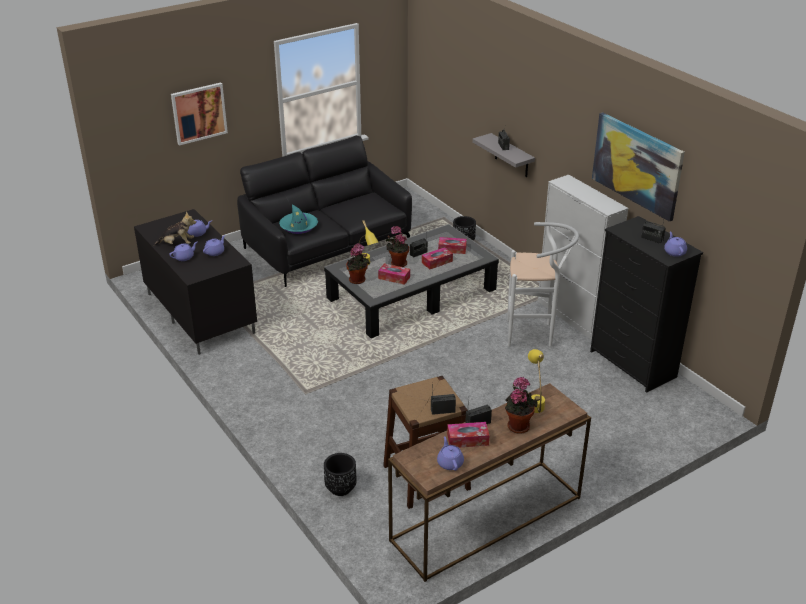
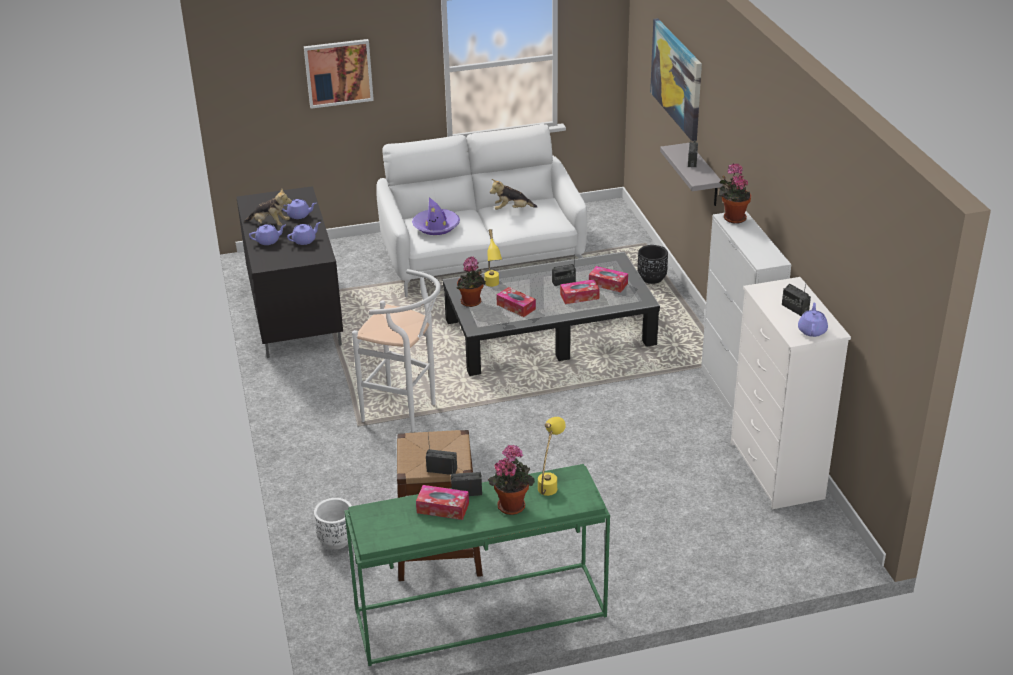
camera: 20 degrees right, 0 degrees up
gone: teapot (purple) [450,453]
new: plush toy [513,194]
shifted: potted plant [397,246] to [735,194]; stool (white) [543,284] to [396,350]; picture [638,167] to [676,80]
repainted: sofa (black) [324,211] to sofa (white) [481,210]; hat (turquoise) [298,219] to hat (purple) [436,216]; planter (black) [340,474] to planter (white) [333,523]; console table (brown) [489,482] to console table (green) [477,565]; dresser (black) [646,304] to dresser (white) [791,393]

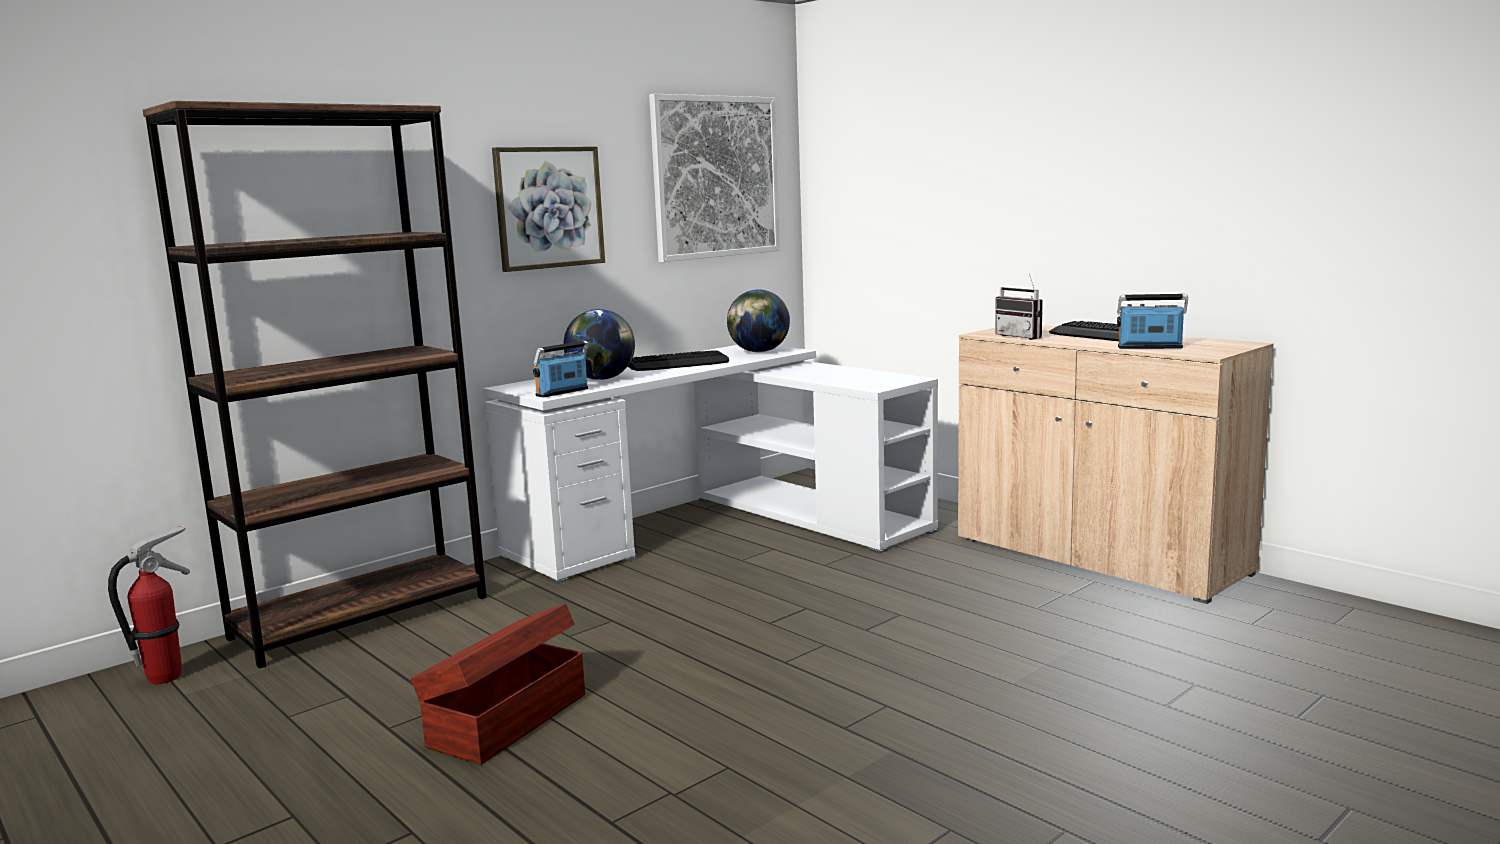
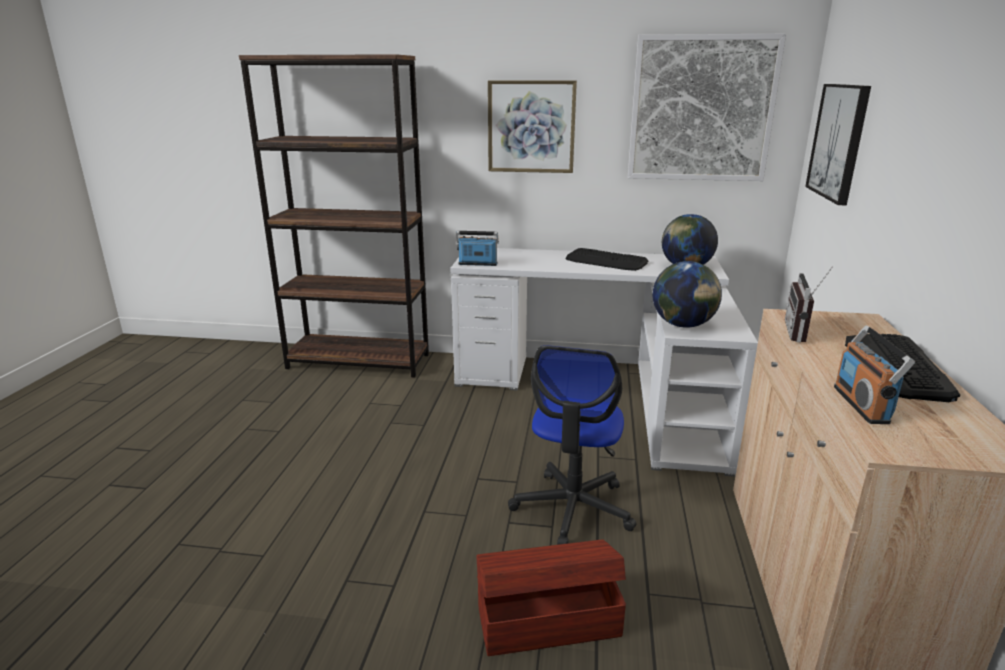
camera: 50 degrees right, 10 degrees up
gone: fire extinguisher [149,604]
new: office chair [572,445]; picture [838,144]
shifted: storage box (brown) [498,684] to [551,597]; globe [599,344] to [687,294]
rotated: radio [1152,321] = [874,374] 150 degrees counterclockwise

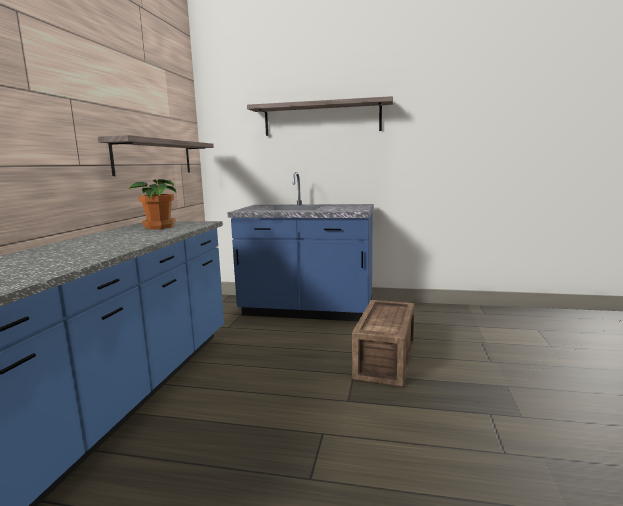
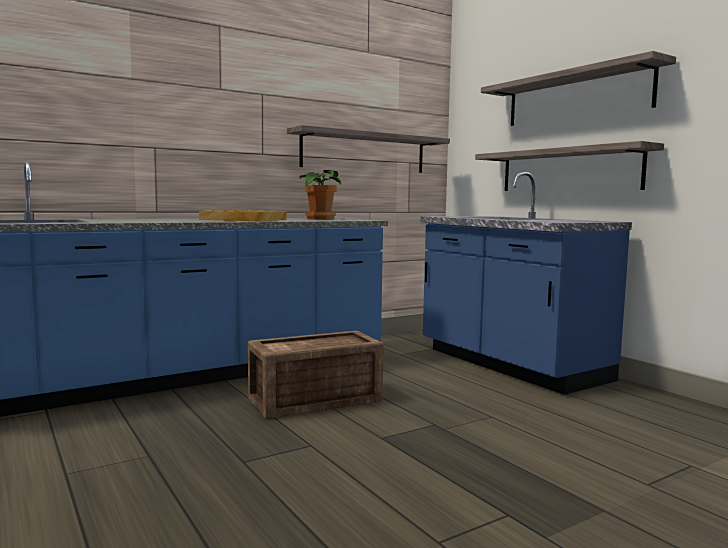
camera: 45 degrees right, 5 degrees down
new: tray (beige) [243,216]; shelf [569,166]
shifted: crate [383,343] to [316,375]

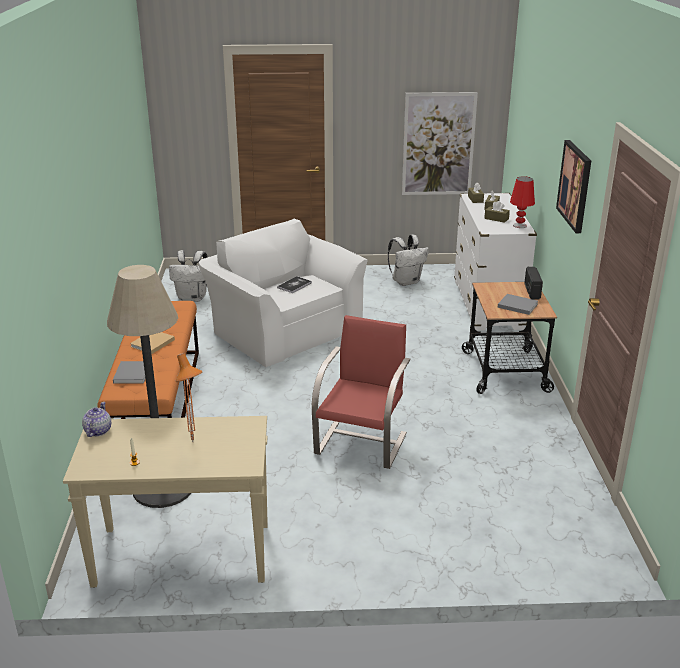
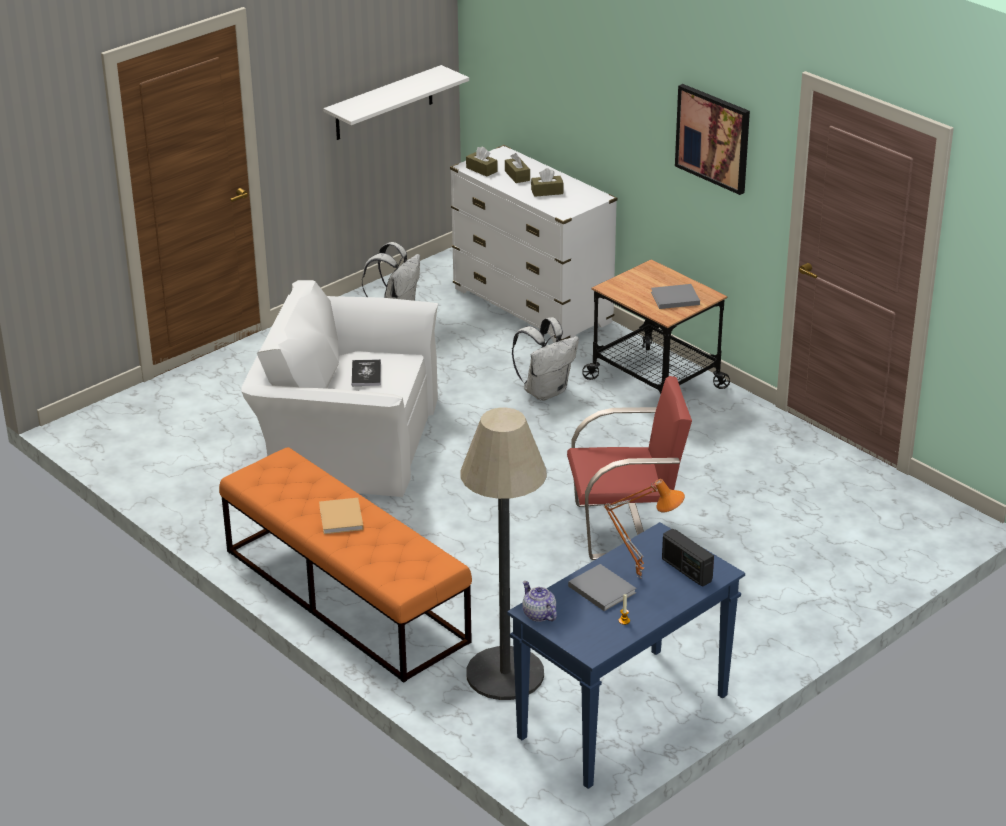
camera: 40 degrees left, 5 degrees up
gone: table lamp (red) [522,202]
shifted: book (grey) [129,372] to [602,587]; backpack (white) [188,276] to [545,359]; radio [533,283] to [688,558]
swapped: picture [440,143] to shelf (white) [396,102]
repainted: console table (beige) [165,502] to console table (blue) [626,655]
rotated: chair (red) [361,392] = [629,468] 105 degrees clockwise

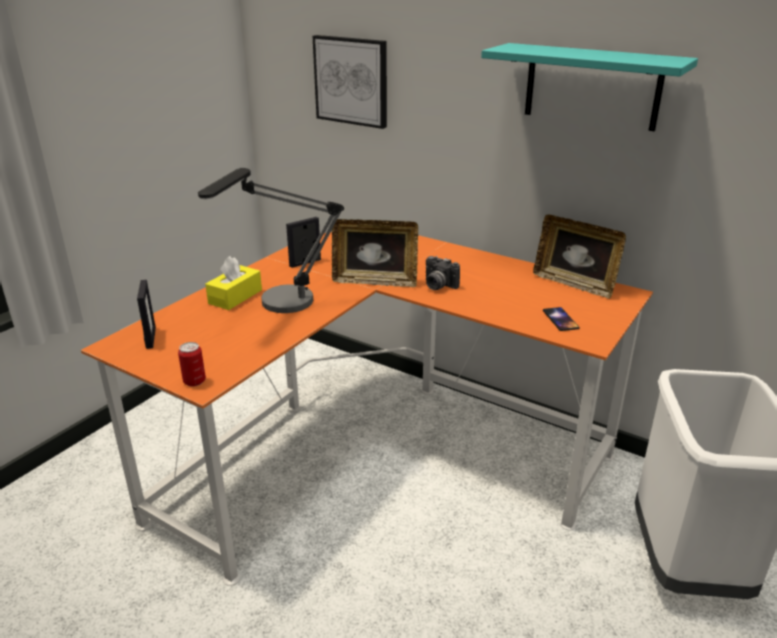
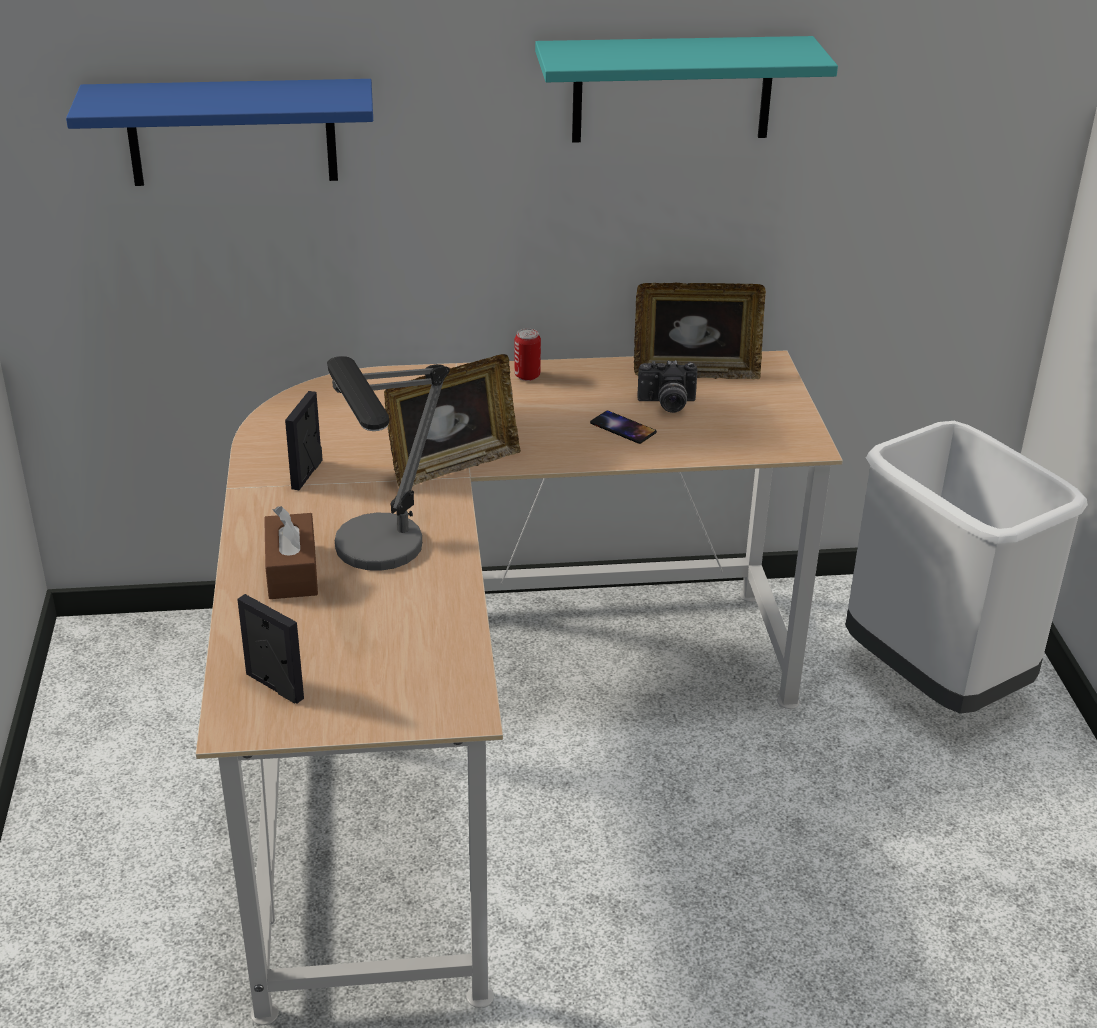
camera: 40 degrees left, 5 degrees up
shifted: can [192,364] to [527,355]; photo camera [443,273] to [668,386]; phone [561,319] to [623,427]
swapped: picture [350,82] to shelf (blue) [219,132]
repainted: desk (orange) [367,409] to desk (beige) [519,687]; tissue box (yellow) [233,283] to tissue box (brown) [291,552]

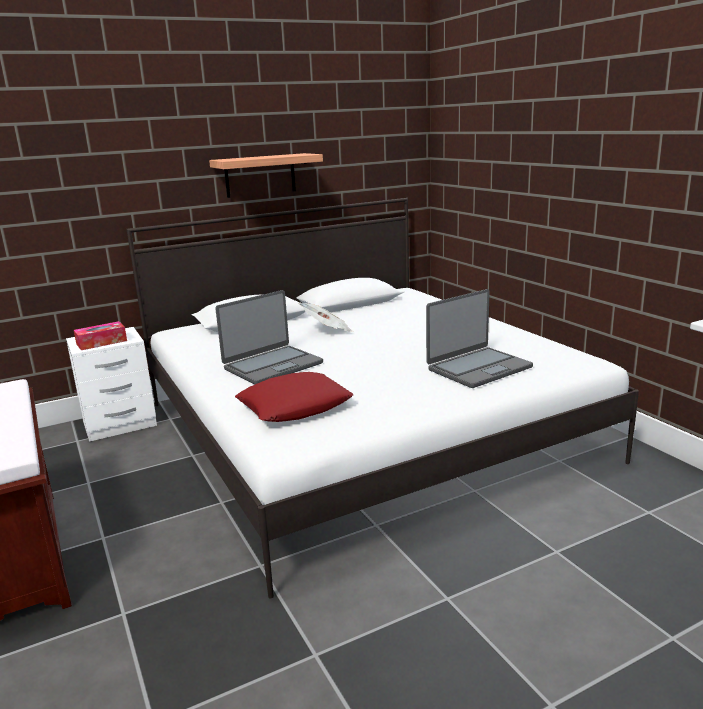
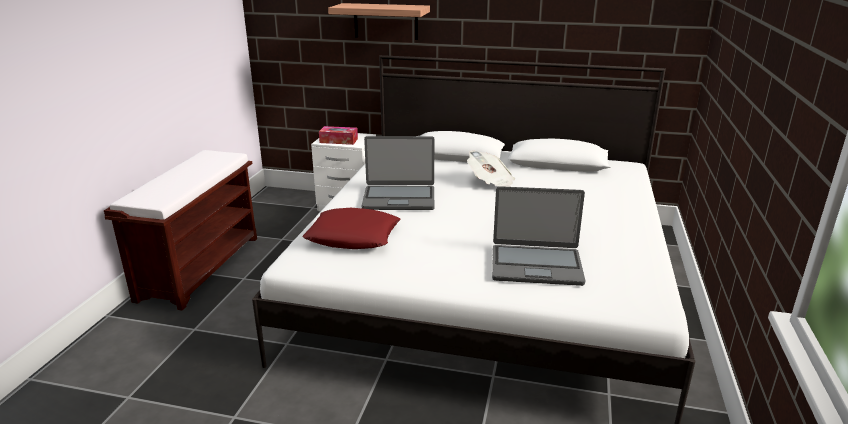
camera: 40 degrees right, 5 degrees up
shifted: shelf [266,175] to [379,21]

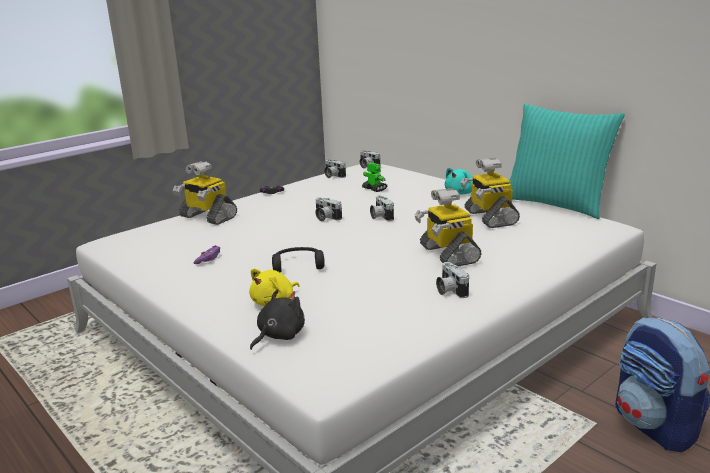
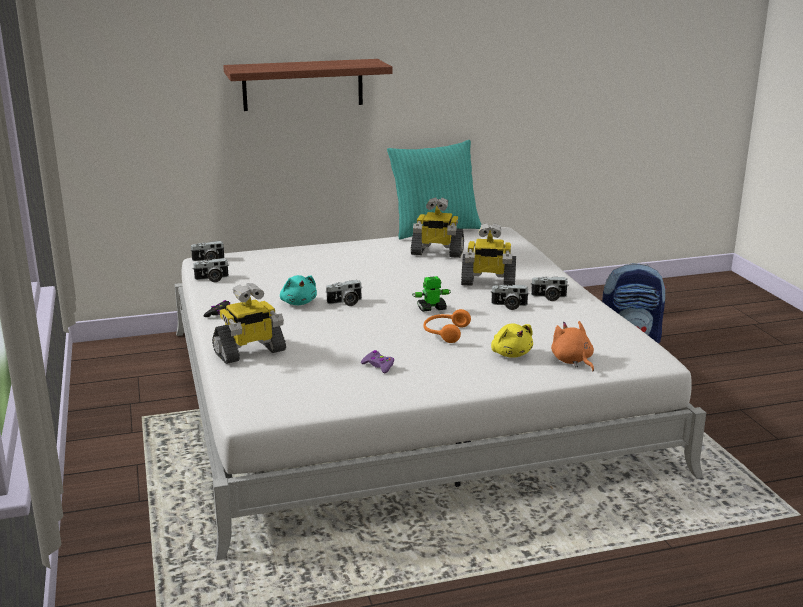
camera: 65 degrees left, 0 degrees up
new: shelf [307,85]
shifted: toy robot [374,177] to [431,294]; photo camera [382,208] to [509,297]; plush toy (turquoise) [458,181] to [298,290]
repainted: plush toy (black) [277,319] to plush toy (orange) [572,346]; headphones (black) [298,259] to headphones (orange) [447,326]

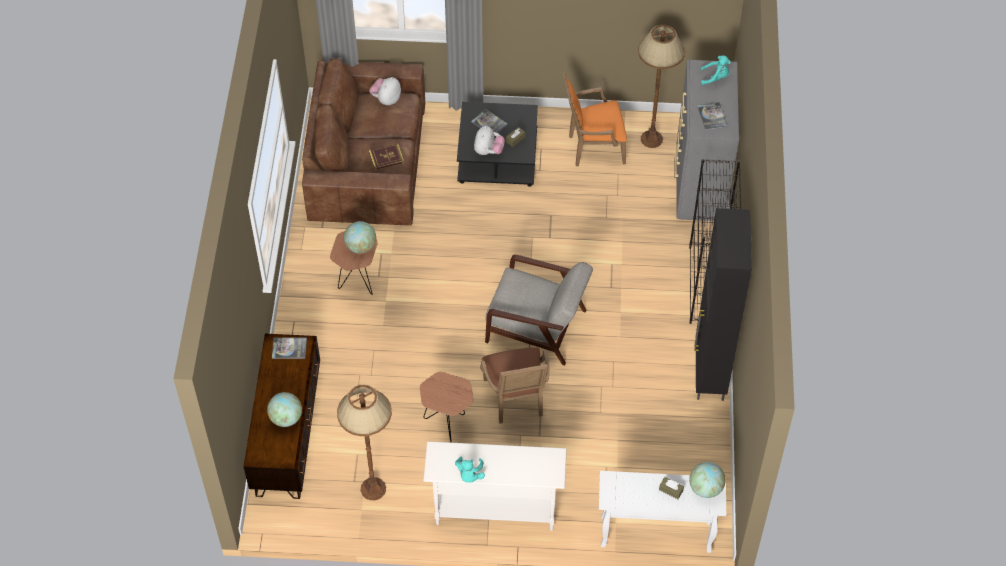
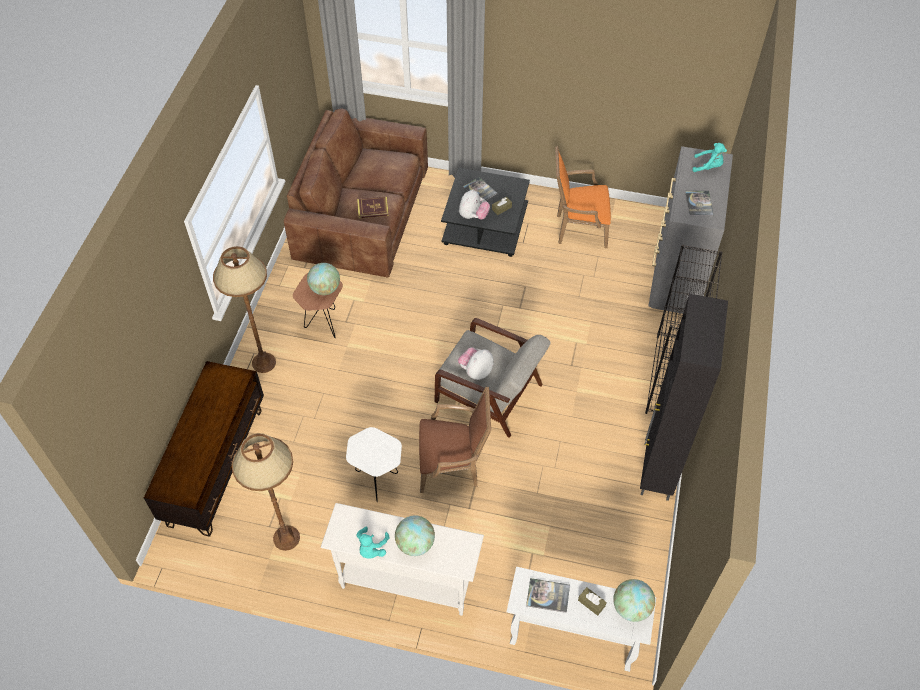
camera: 10 degrees right, 0 degrees up
shifted: globe [284,409] to [415,535]; book [289,348] to [548,595]; plush toy [385,91] to [476,364]; floor lamp (brown) [661,86] to [244,309]
repainted: side table (brown) [446,407] to side table (white) [374,464]
rotated: armchair (brown) [515,385] = [455,439] 90 degrees counterclockwise

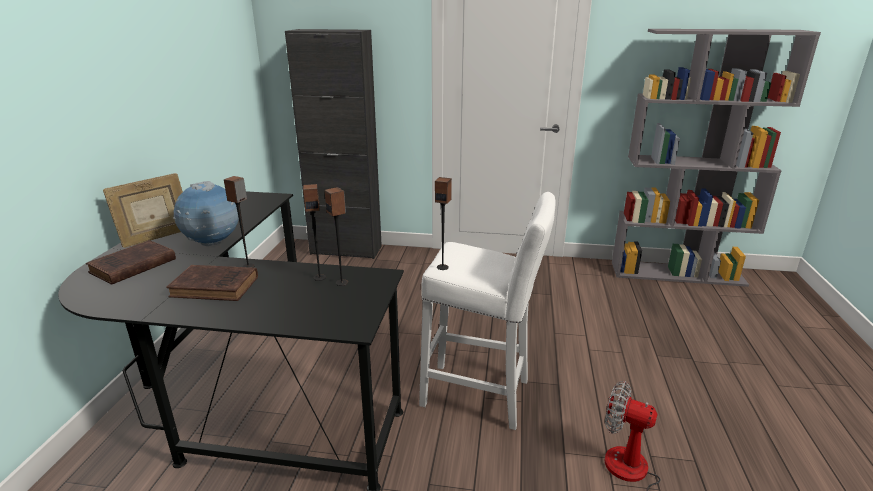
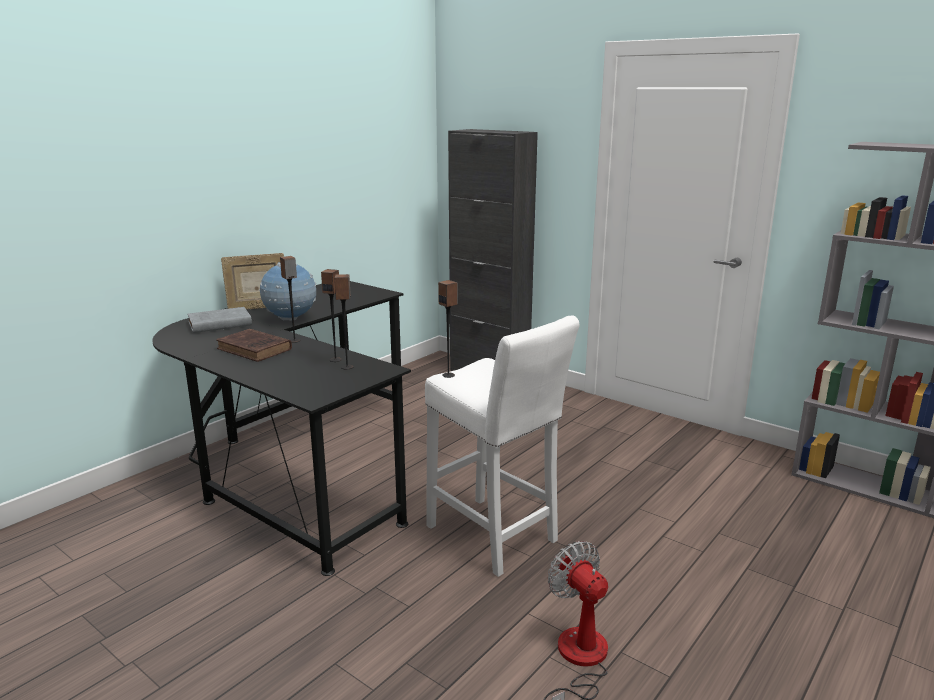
camera: 30 degrees right, 5 degrees down
repainted: book (brown) [131,262] to book (grey) [220,320]

